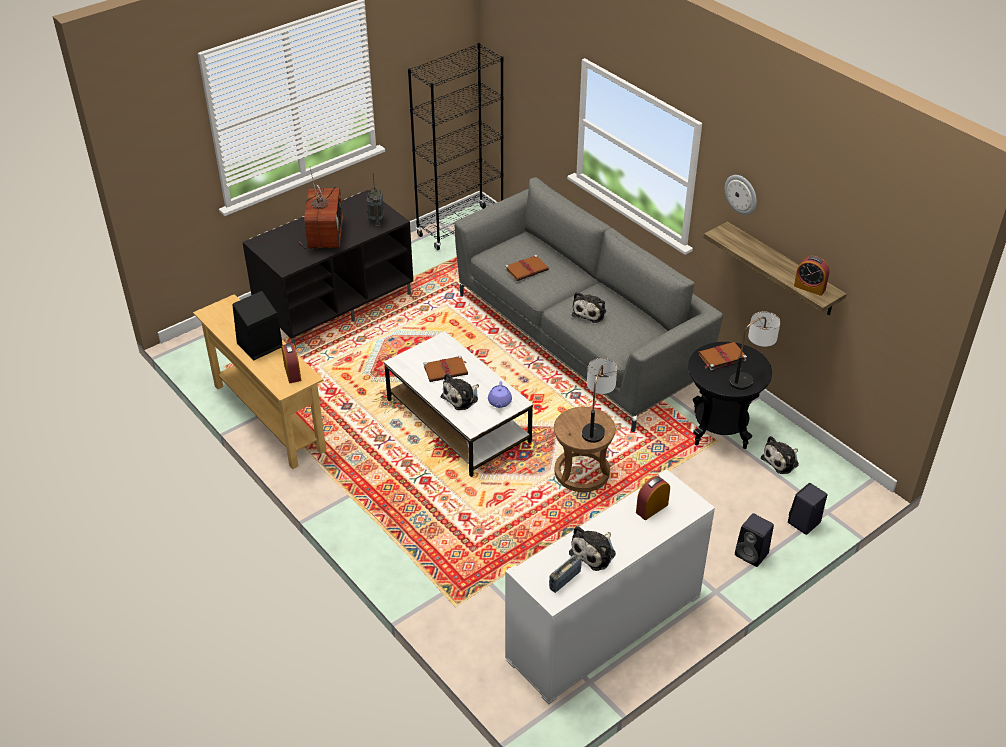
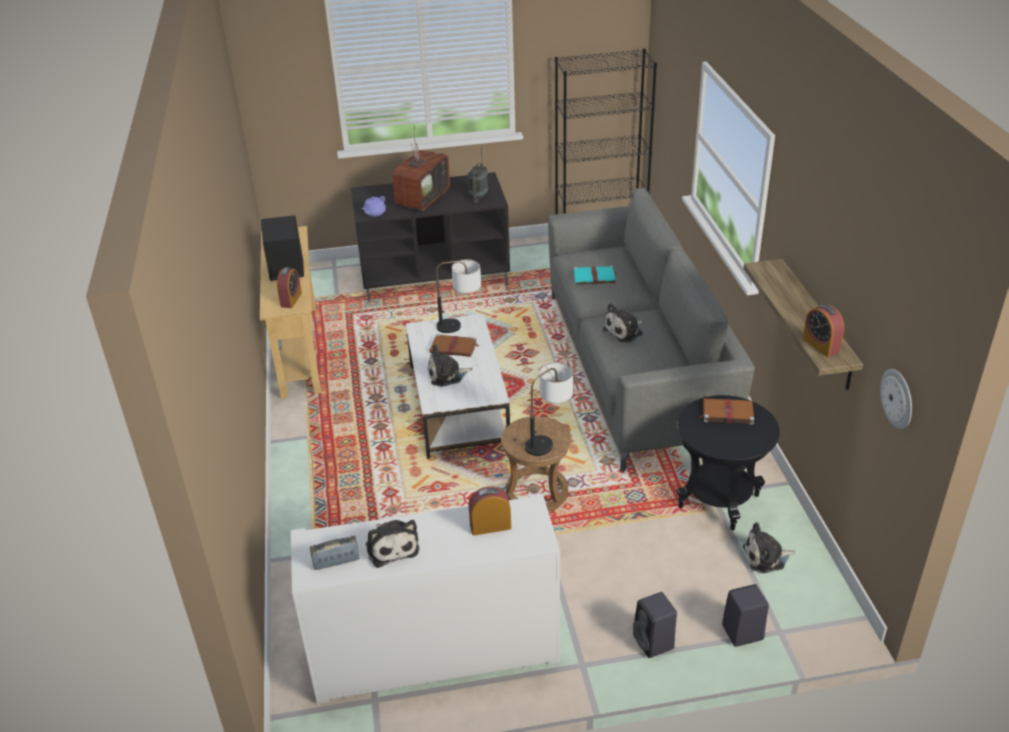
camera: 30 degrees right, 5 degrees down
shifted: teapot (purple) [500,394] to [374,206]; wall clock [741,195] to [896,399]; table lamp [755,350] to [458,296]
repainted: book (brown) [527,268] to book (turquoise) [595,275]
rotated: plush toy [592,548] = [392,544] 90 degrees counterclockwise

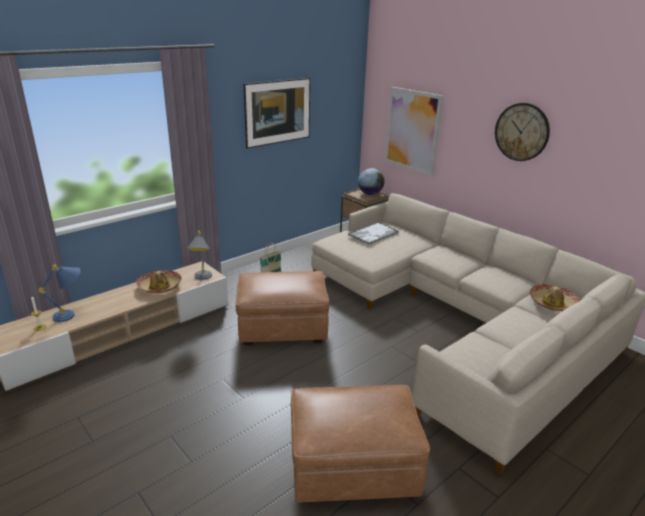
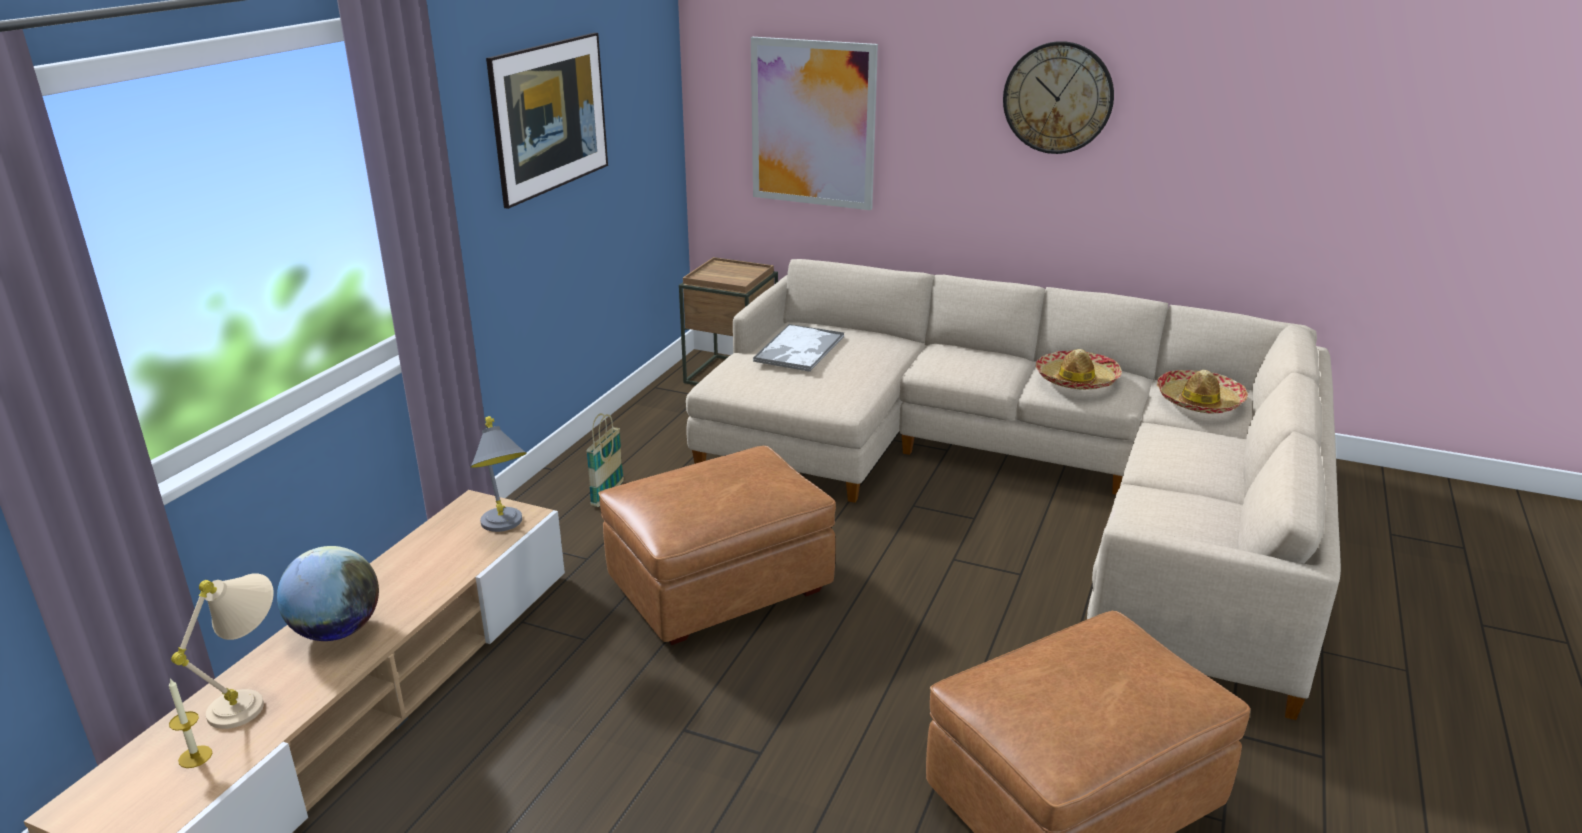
camera: 25 degrees left, 0 degrees up
shifted: hat [159,282] to [1079,369]; globe [371,181] to [328,593]
repainted: table lamp (blue) [59,293] to table lamp (beige) [222,651]

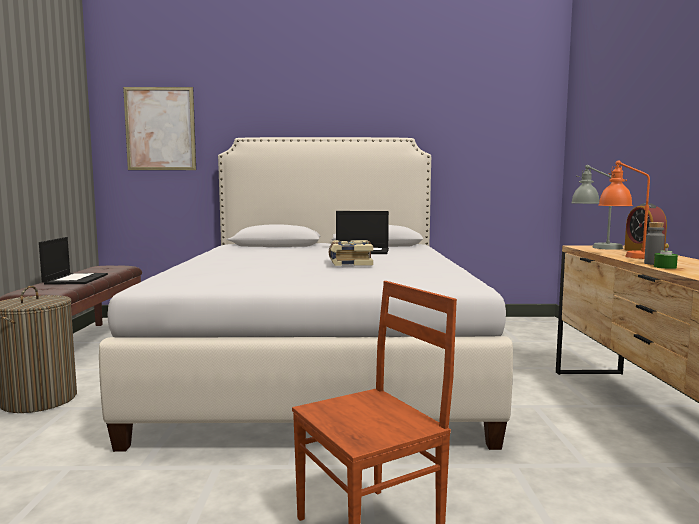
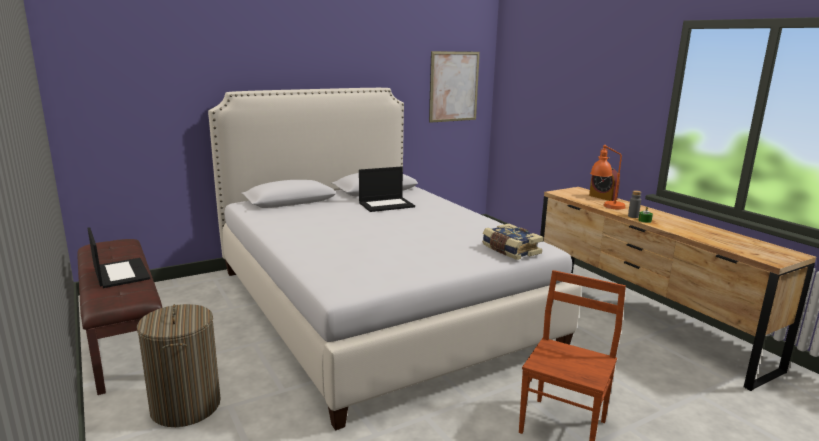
camera: 30 degrees left, 10 degrees up
gone: table lamp (grey) [597,207]
shifted: picture [159,128] to [454,87]; book [351,253] to [513,242]

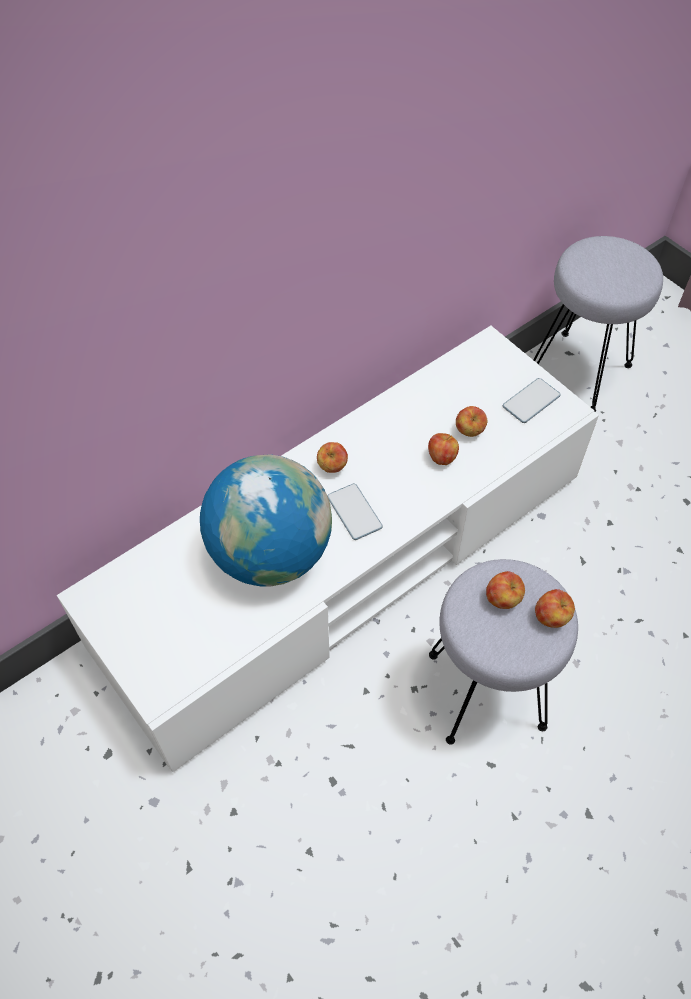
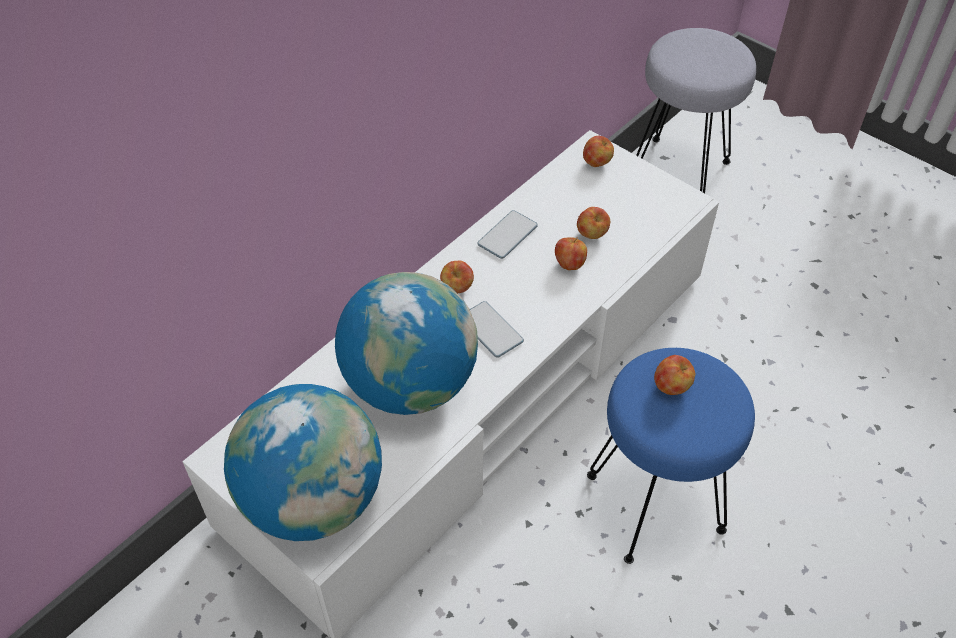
camera: 10 degrees left, 5 degrees down
new: globe [303,462]
shifted: phone [532,400] to [507,234]; apple [555,608] to [598,151]
repainted: stool (grey) [503,652] to stool (blue) [671,456]

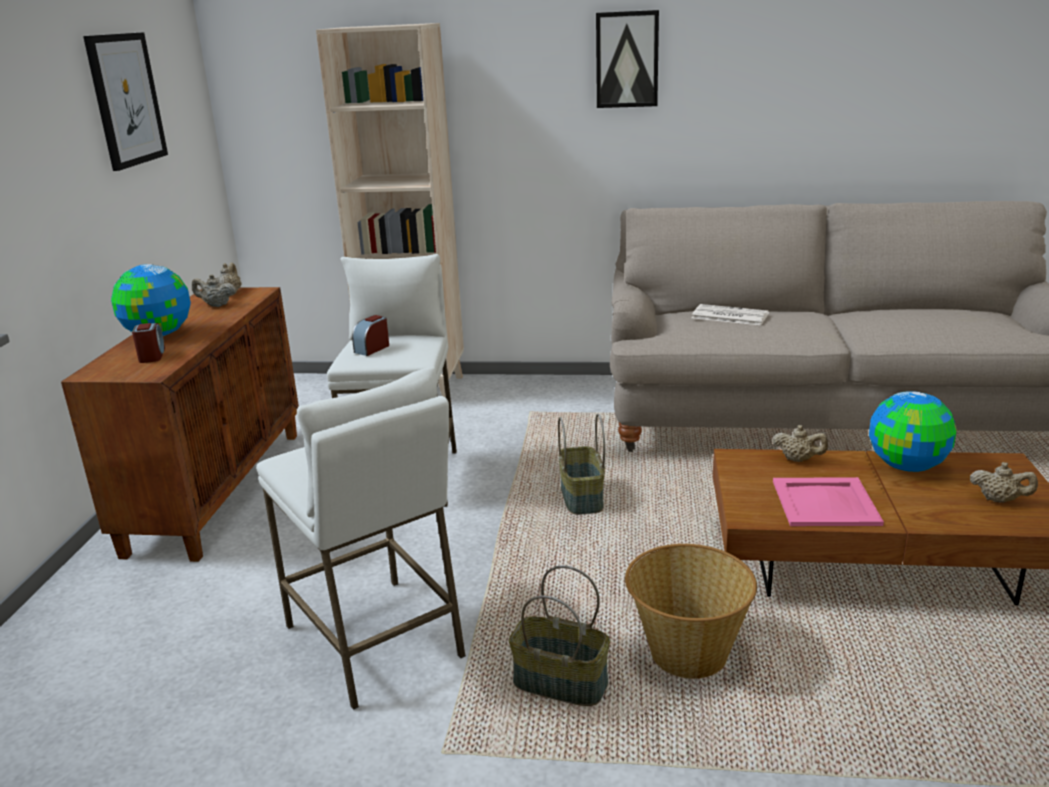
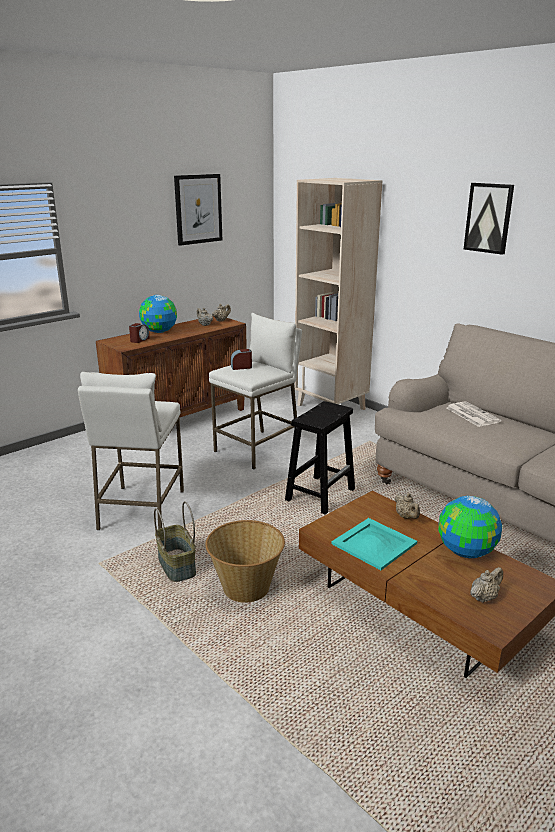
camera: 40 degrees right, 0 degrees up
swapped: basket [581,464] to stool (black) [320,458]
repainted: tray (pink) [828,501] to tray (turquoise) [374,544]
rotated: teapot (beige) [1004,482] = [486,585] 105 degrees counterclockwise

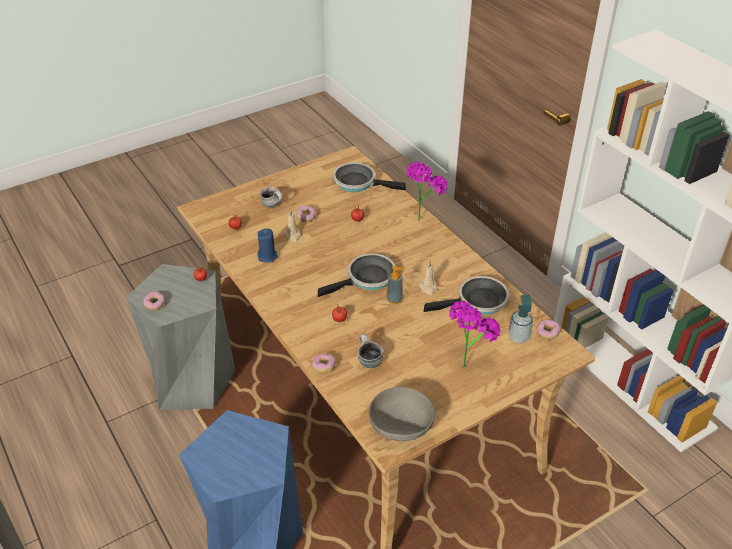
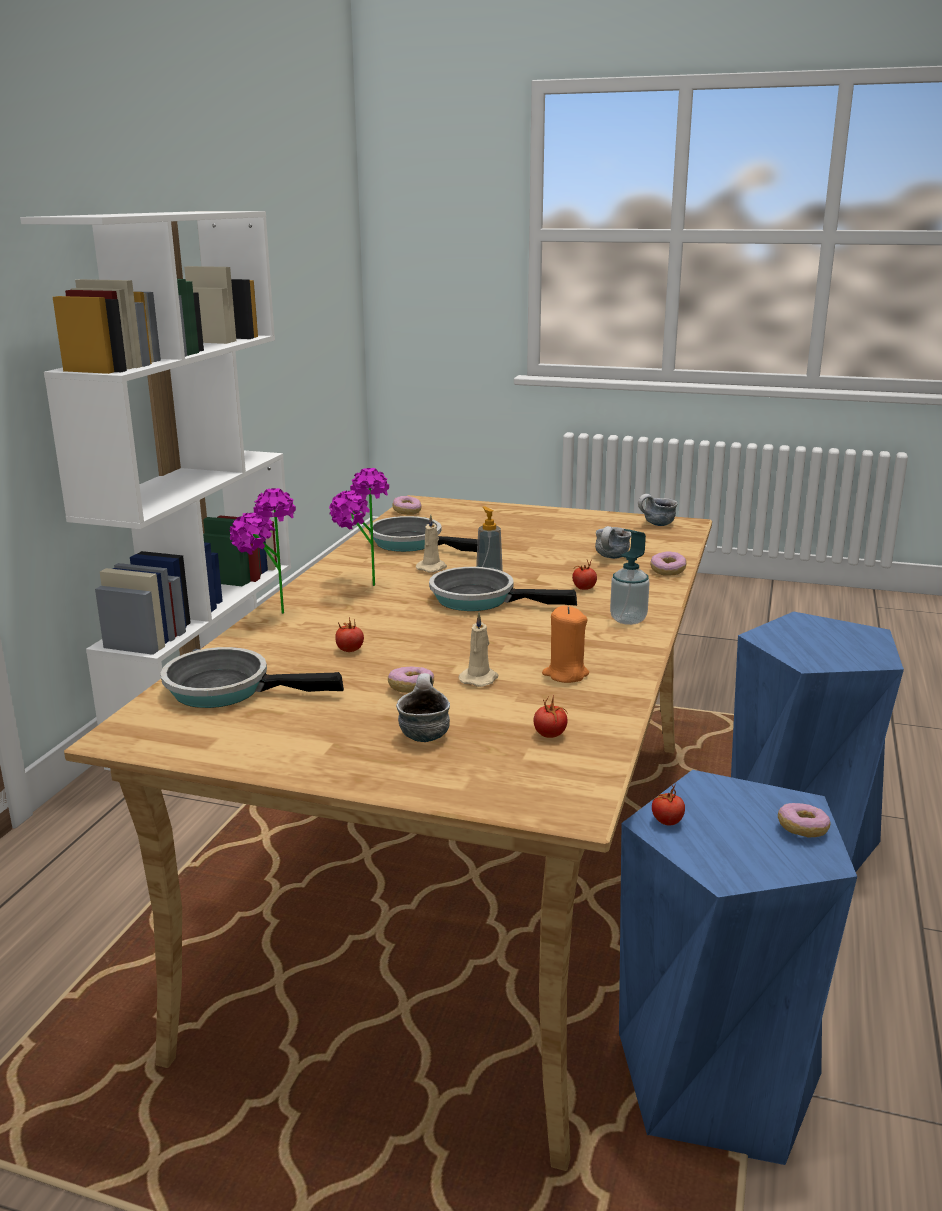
camera: 130 degrees left, 20 degrees down
shifted: potted plant [475,334] to [359,527]; soap dispenser [520,319] to [630,577]
swapped: bowl (grey) [402,414] to mug [658,510]
repainted: stool (grey) [181,337] to stool (blue) [738,967]; candle (blue) [267,246] to candle (orange) [565,644]
rotated: frying pan [369,177] = [252,677] 120 degrees clockwise

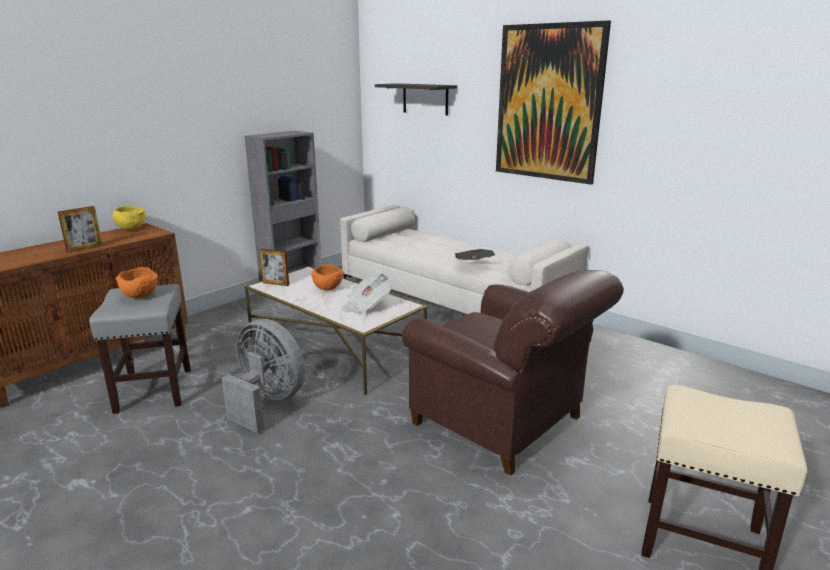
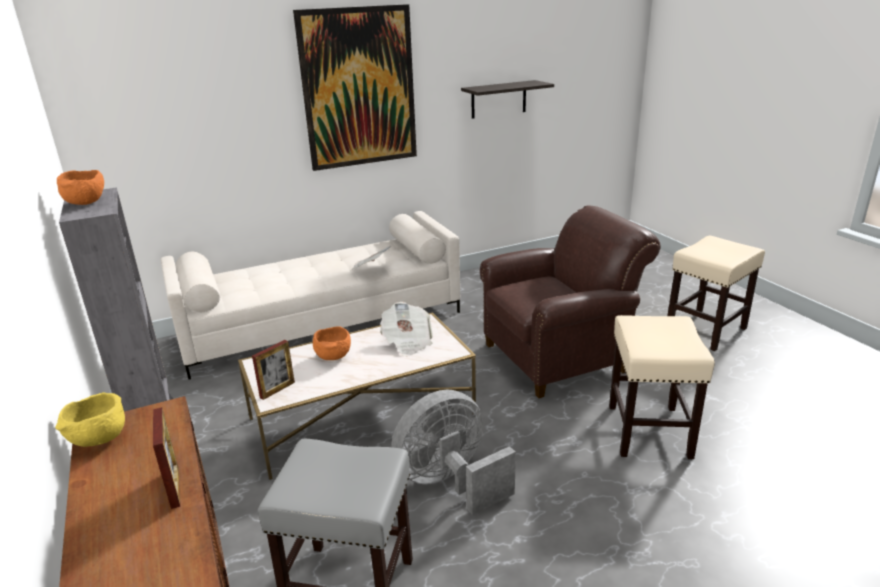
camera: 65 degrees left, 5 degrees up
new: stool (beige) [662,387]
shifted: bowl (orange) [137,282] to [80,187]; shelf [416,99] to [507,99]

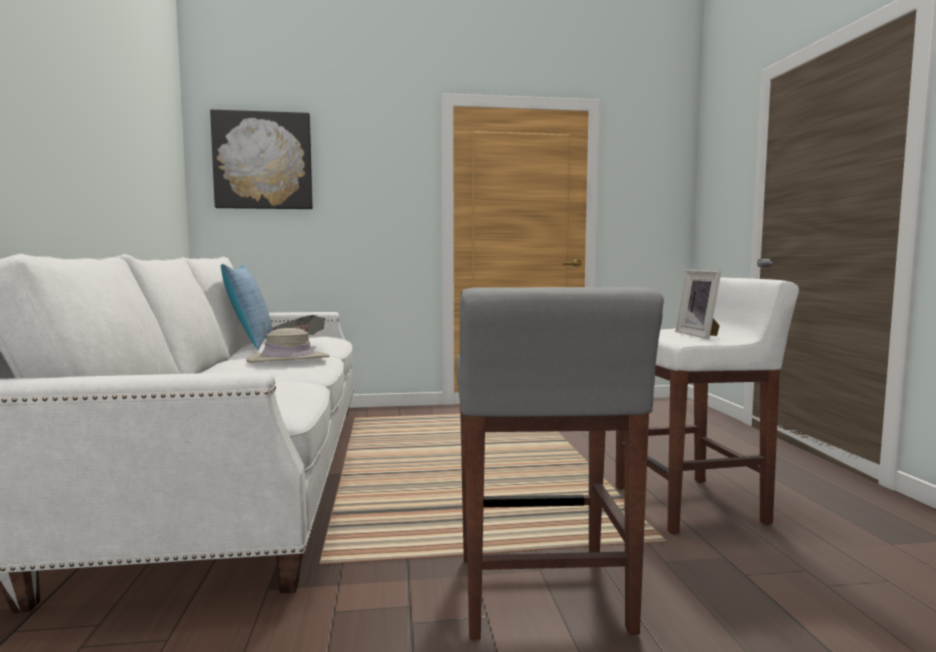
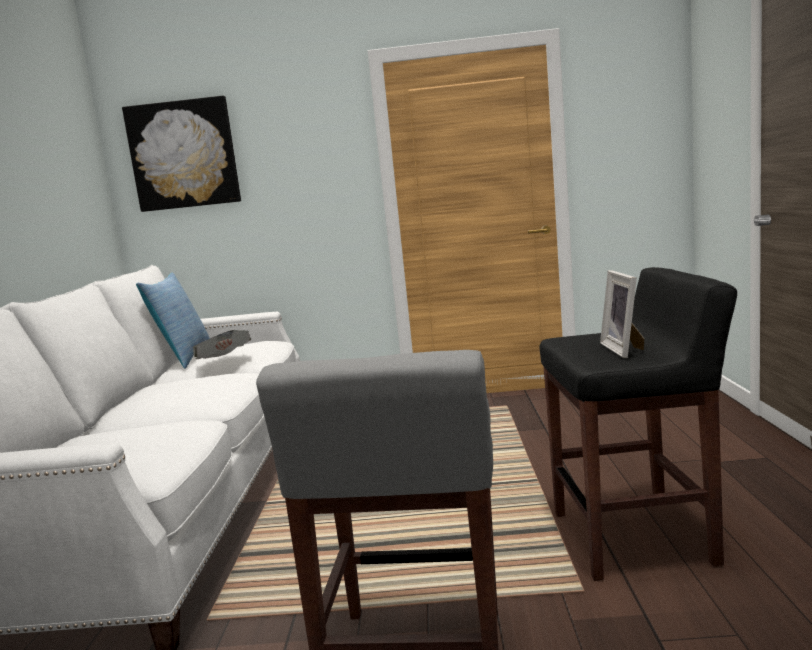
camera: 10 degrees right, 5 degrees up
gone: hat (beige) [287,345]
repainted: stool (white) [707,406] to stool (black) [638,424]

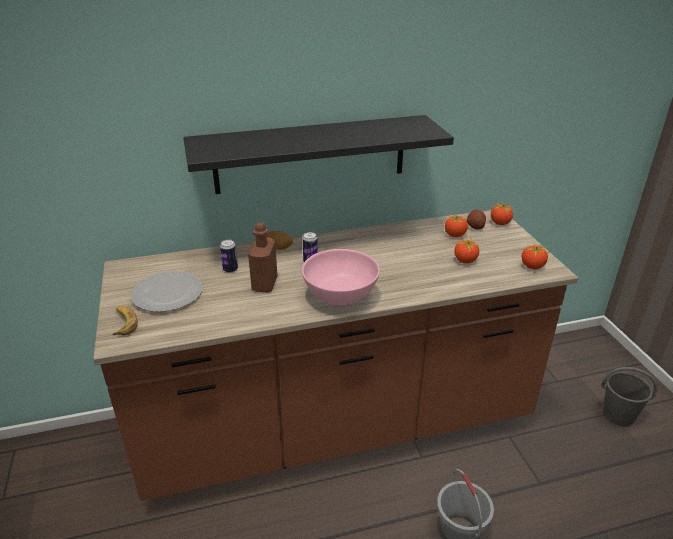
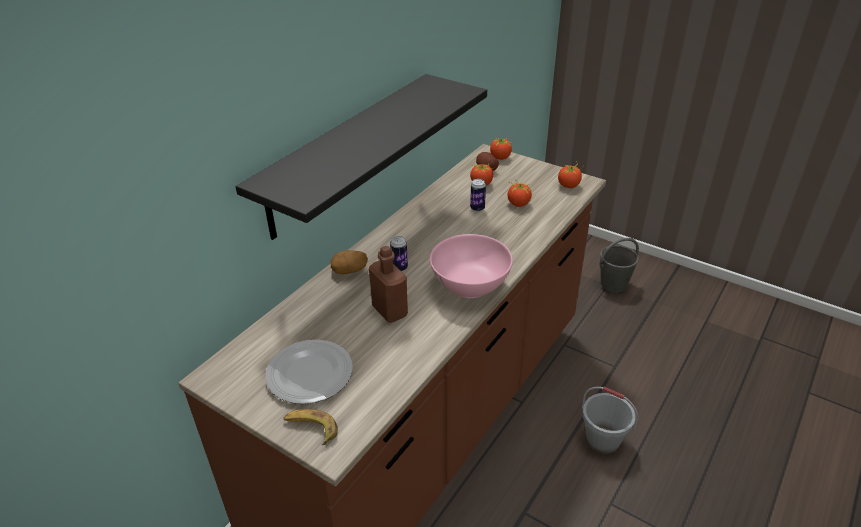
camera: 40 degrees left, 5 degrees up
shifted: can [229,256] to [478,195]

